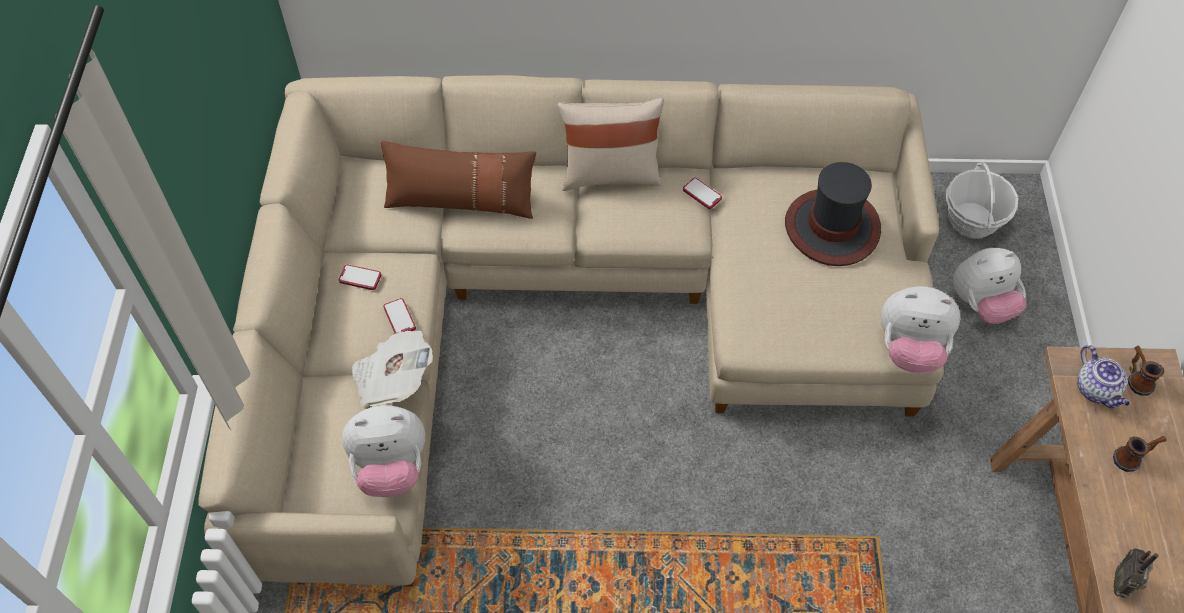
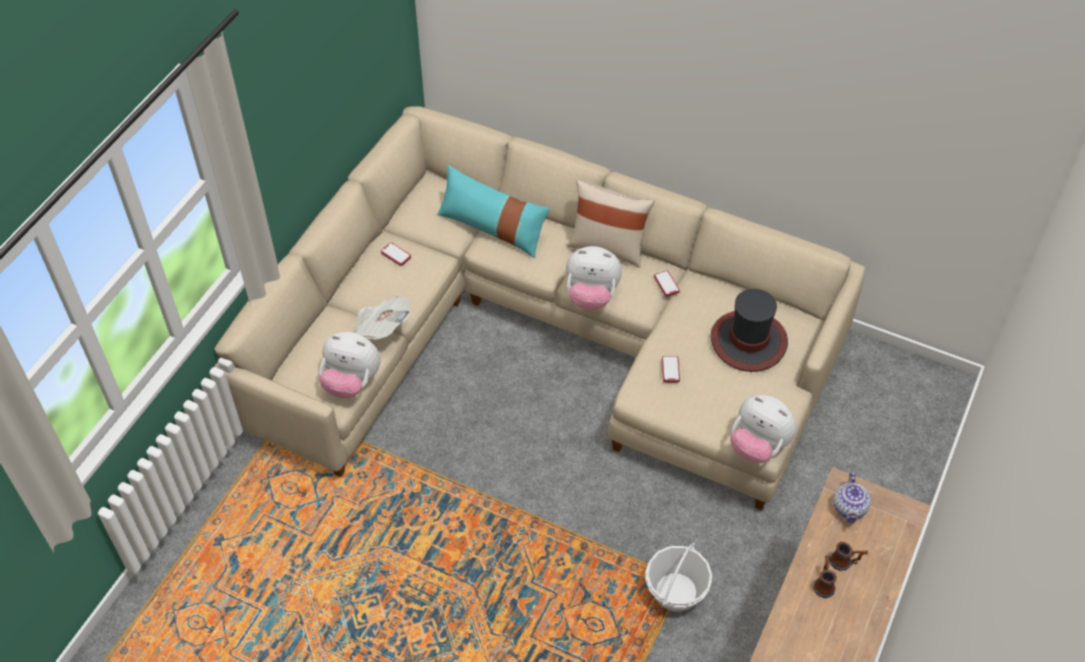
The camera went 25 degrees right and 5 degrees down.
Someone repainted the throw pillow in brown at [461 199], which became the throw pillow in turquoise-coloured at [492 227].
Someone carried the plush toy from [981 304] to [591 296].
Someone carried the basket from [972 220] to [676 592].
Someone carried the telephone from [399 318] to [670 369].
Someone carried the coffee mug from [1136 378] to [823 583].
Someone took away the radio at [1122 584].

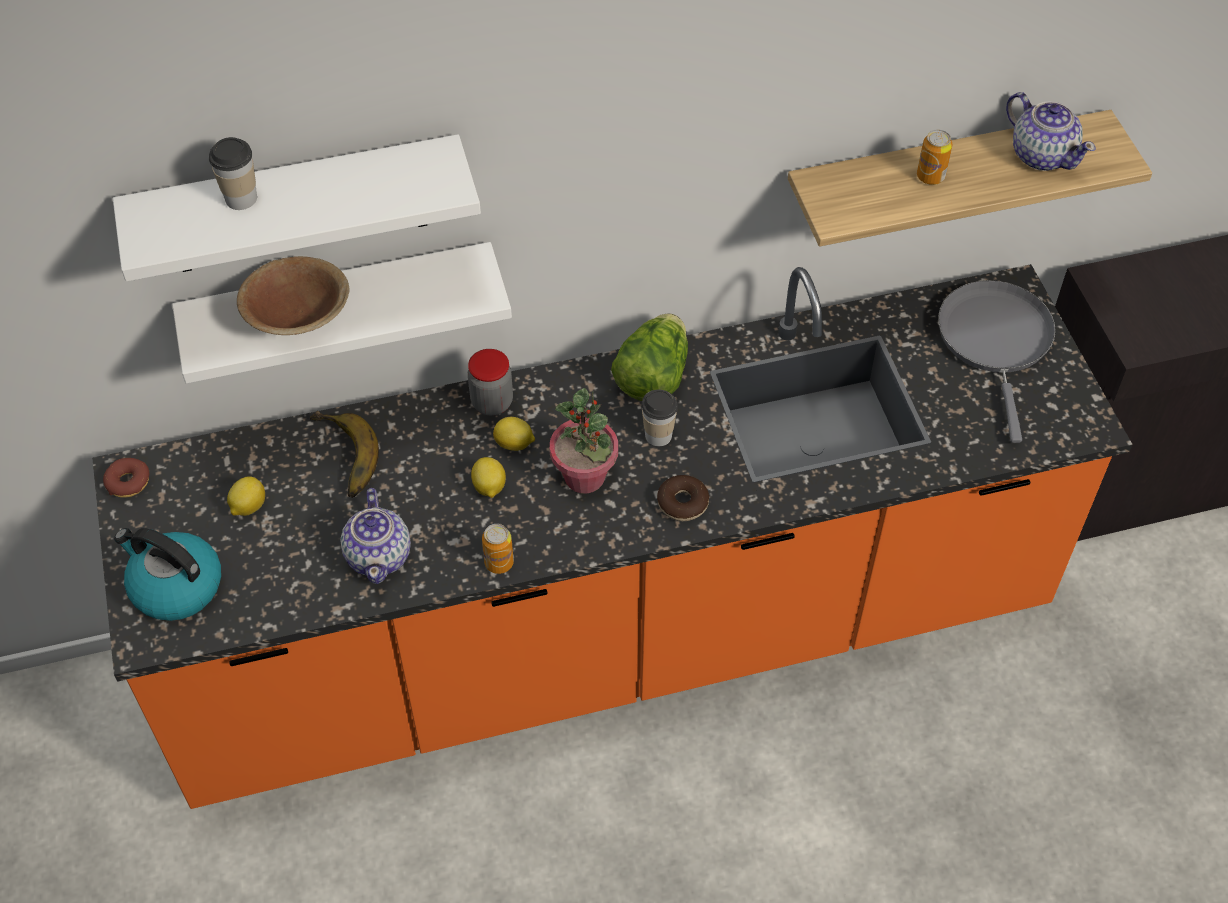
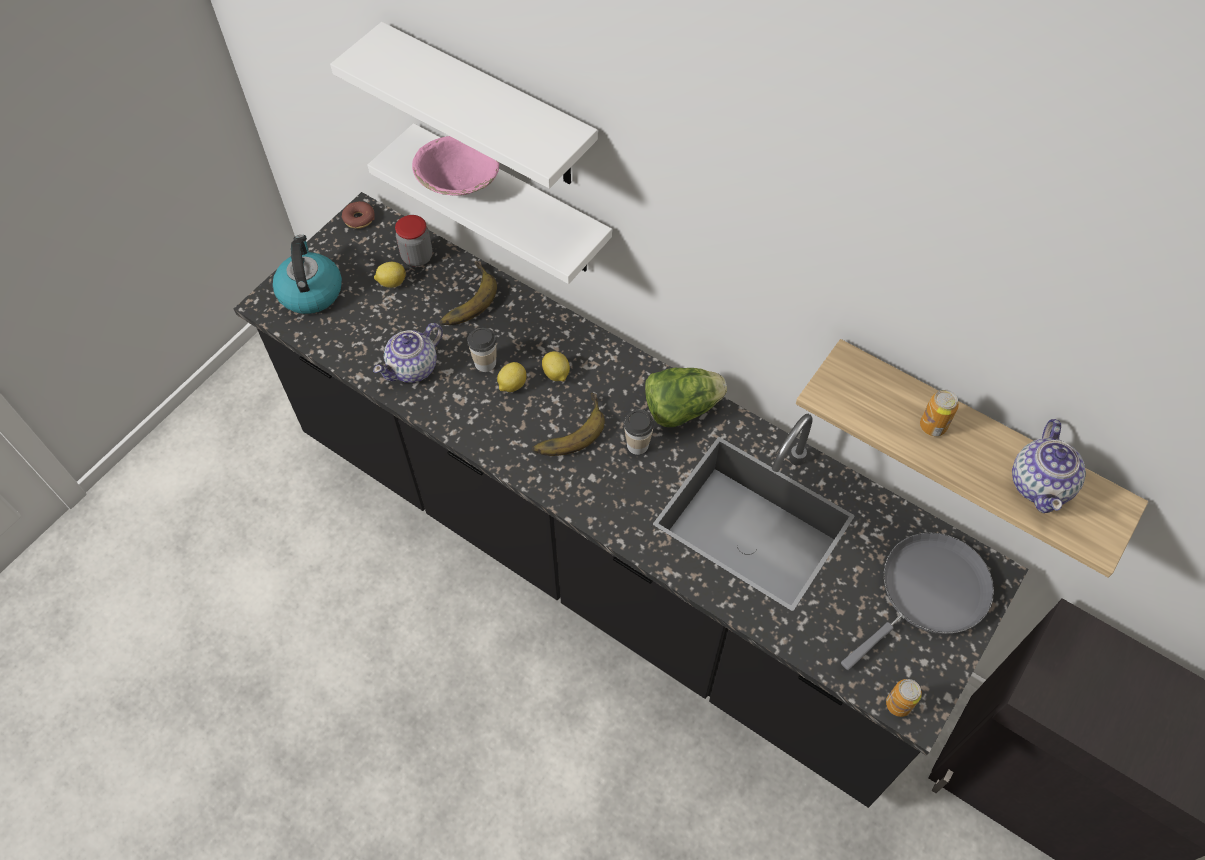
The camera went 50 degrees right and 5 degrees up.
Someone repainted the kitchen base unit in orangey at [614 640], which became the kitchen base unit in black-coloured at [602 558].
Someone carried the jar from [492 402] to [417 257].
Someone repainted the bowl in brown at [297 315], which became the bowl in pinkish at [458 182].
Someone carried the drinking cup from [241 198] to [485 363].
Someone swapped the potted plant at [585 477] for the banana fruit at [567 428].
Someone carried the sealed can from [499 563] to [898 704].
Someone took away the doughnut at [682 503].

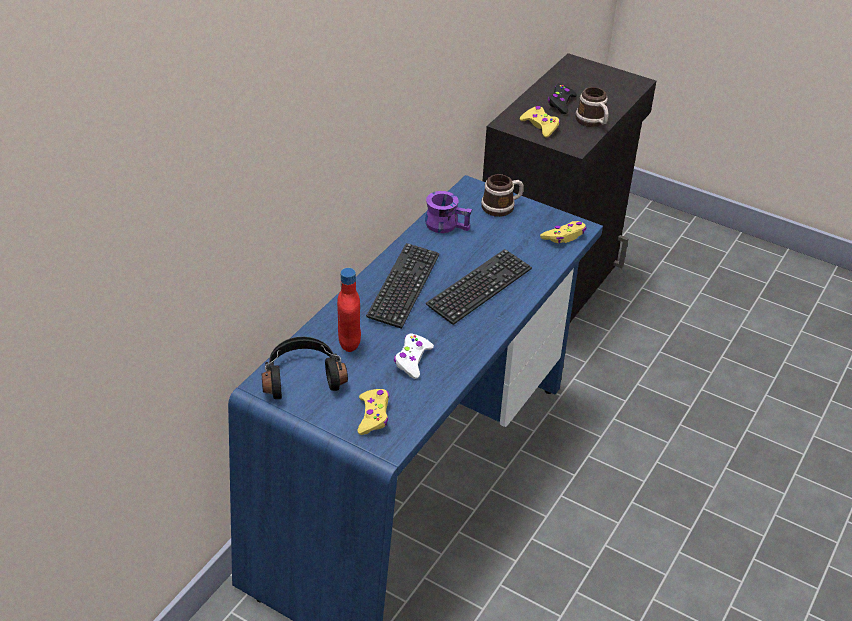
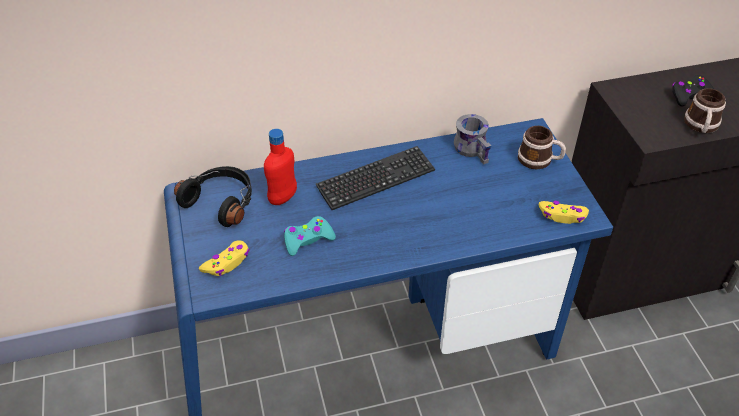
The camera went 45 degrees right and 5 degrees up.
Someone repainted the game controller in whitish at [412 360], which became the game controller in turquoise-coloured at [308 240].
Someone repainted the coffee mug in purple-coloured at [447 223], which became the coffee mug in greyish at [474 149].
Someone took away the computer keyboard at [479 288].
Someone took away the game controller in yellowish at [540 126].

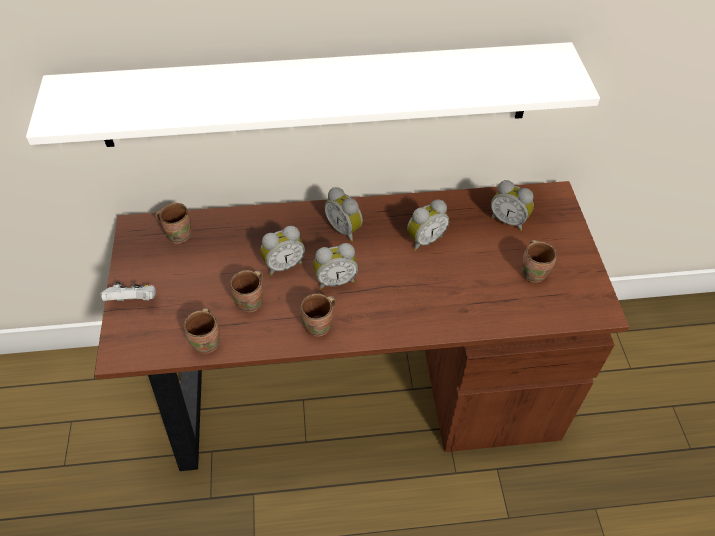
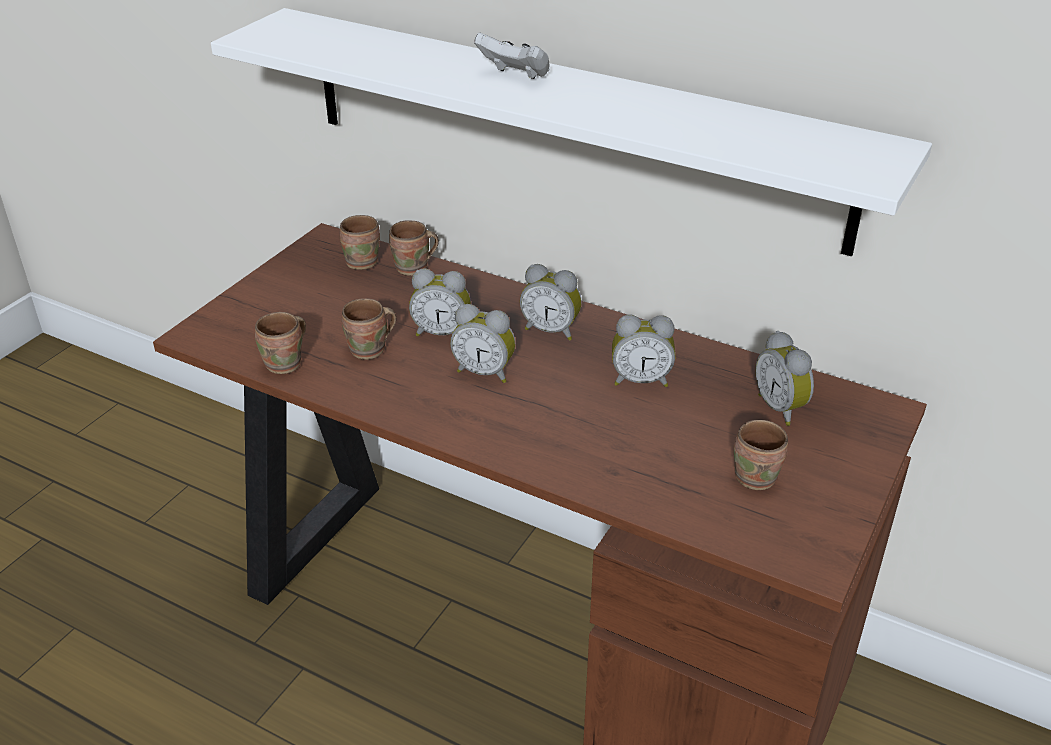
The camera went 35 degrees right and 15 degrees down.
Someone carried the coffee mug in brown from [320 326] to [413 269].
Someone carried the game controller in whitish from [134 301] to [515 75].
Someone rotated the table clock at [345 229] by 60 degrees counterclockwise.

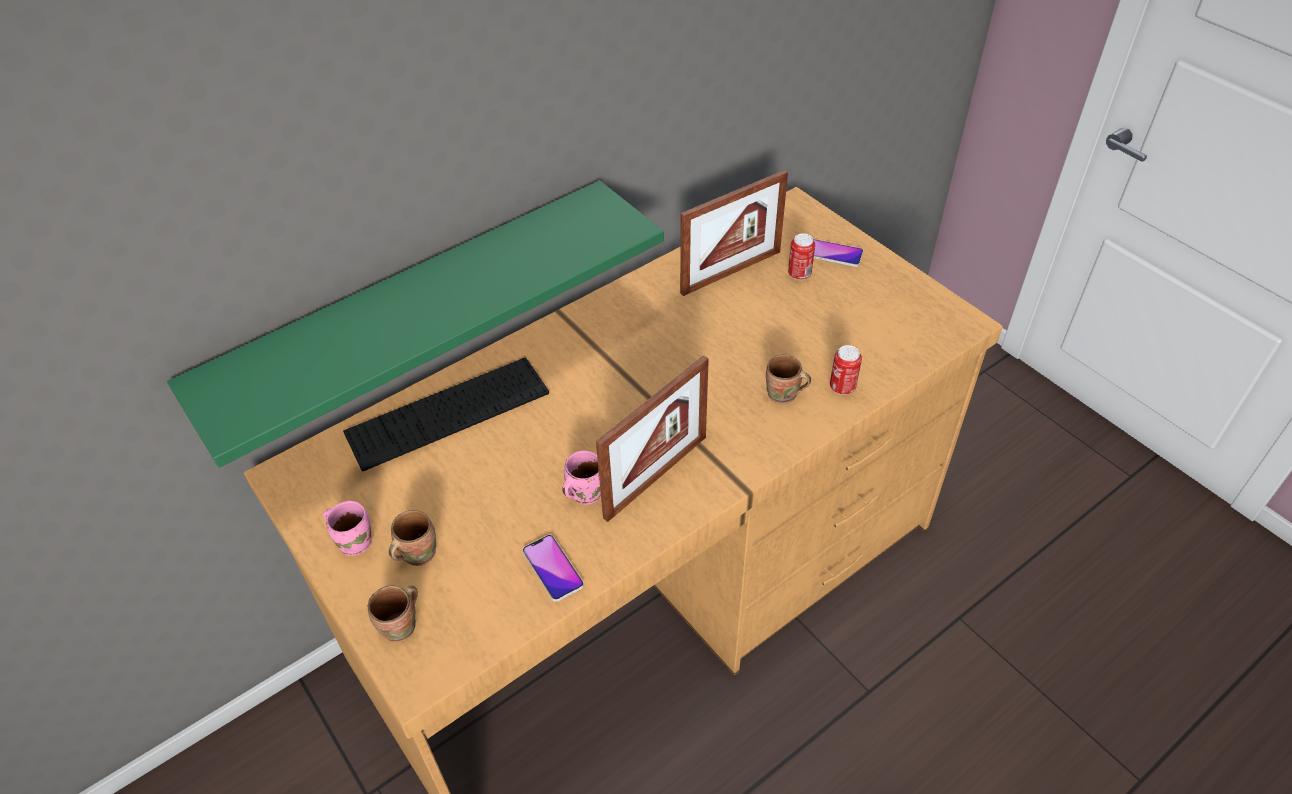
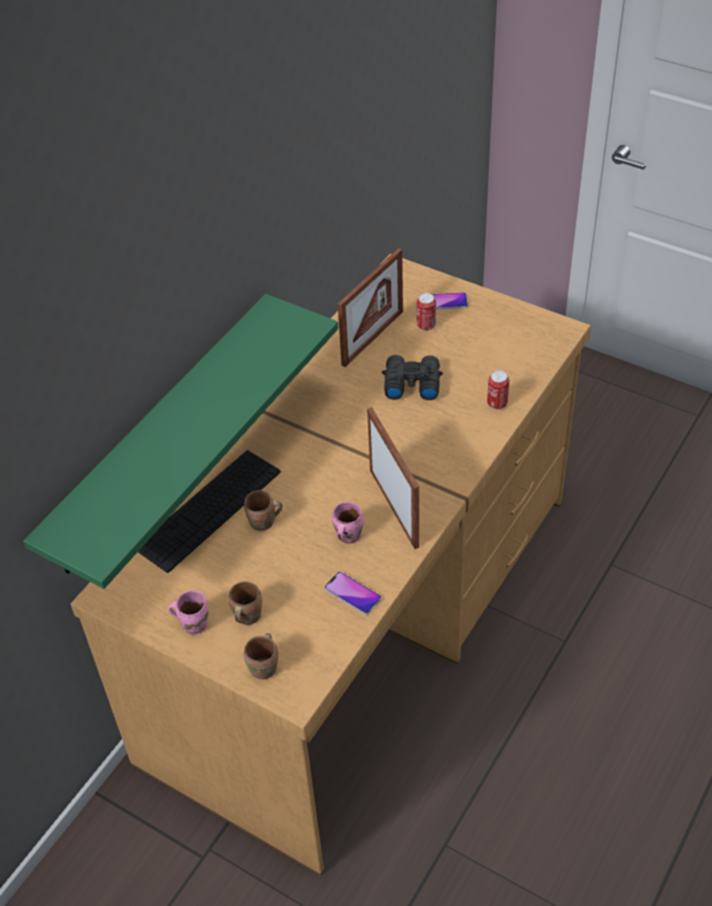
The camera went 20 degrees left and 0 degrees up.
Someone carried the coffee mug in brown from [783 396] to [263 523].
Someone rotated the picture frame at [656 476] by 45 degrees counterclockwise.
Someone put down the pair of binoculars in black-coloured at [411 383].

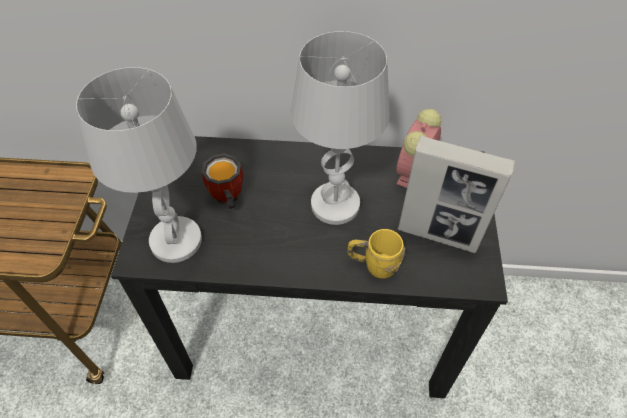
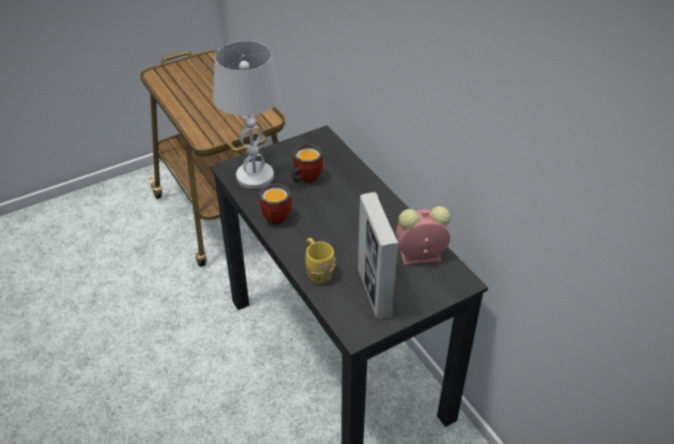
The camera went 55 degrees right and 10 degrees down.
Someone put down the coffee mug at [275 216].
Someone took away the table lamp in whitish at [335 205].

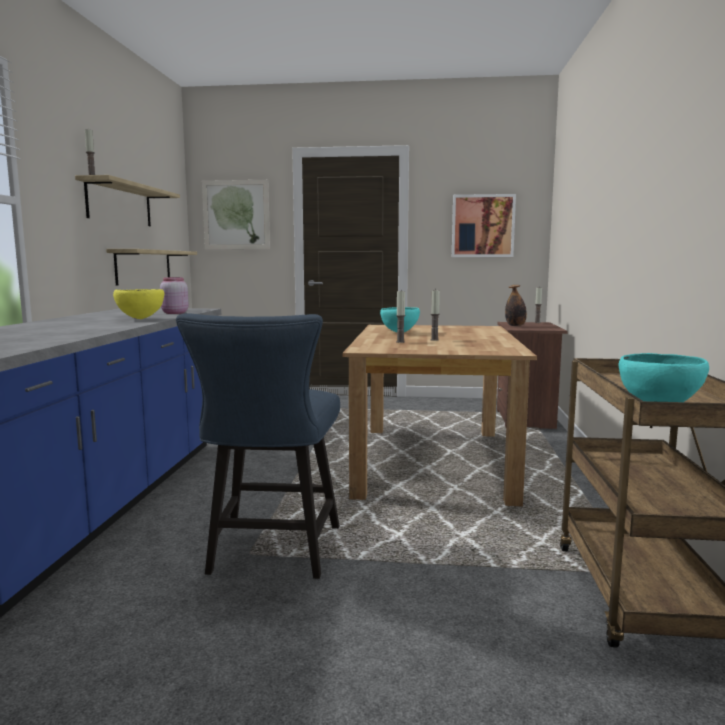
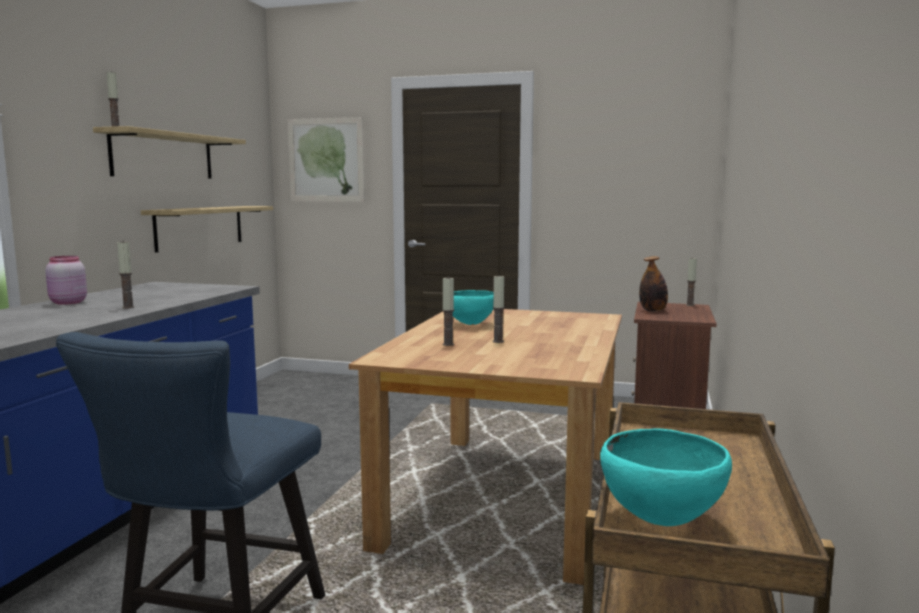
The camera went 10 degrees right and 0 degrees up.
Someone carried the jar in pinkish from [174 313] to [67 303].
Someone swapped the bowl in yellowish at [141 319] for the wax light at [128 307].
Someone took away the wall picture at [483 226].

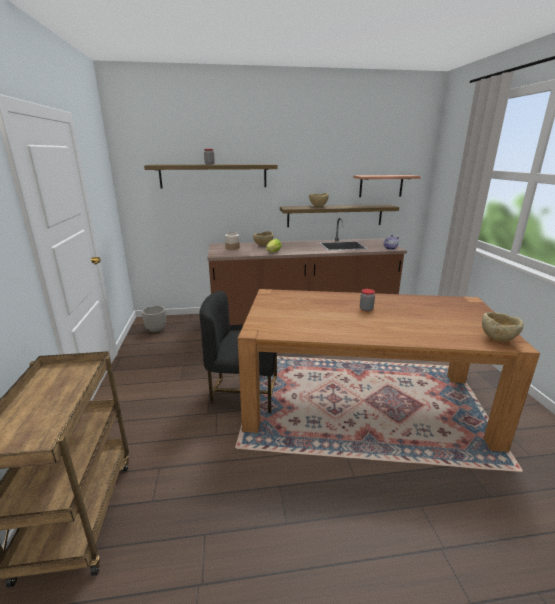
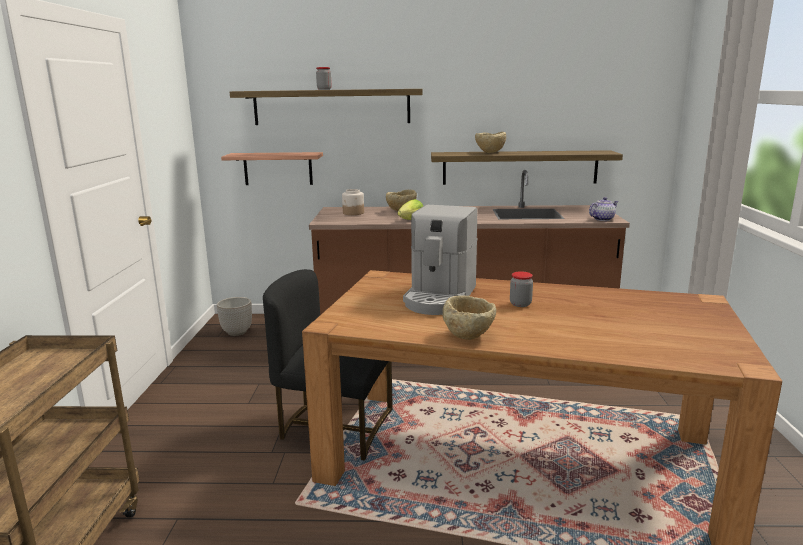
The camera went 10 degrees right and 5 degrees down.
Someone carried the wall shelf from [381 186] to [278 168].
Someone put down the coffee brewer at [440 298].
Someone carried the bowl in beige from [497 338] to [469 336].

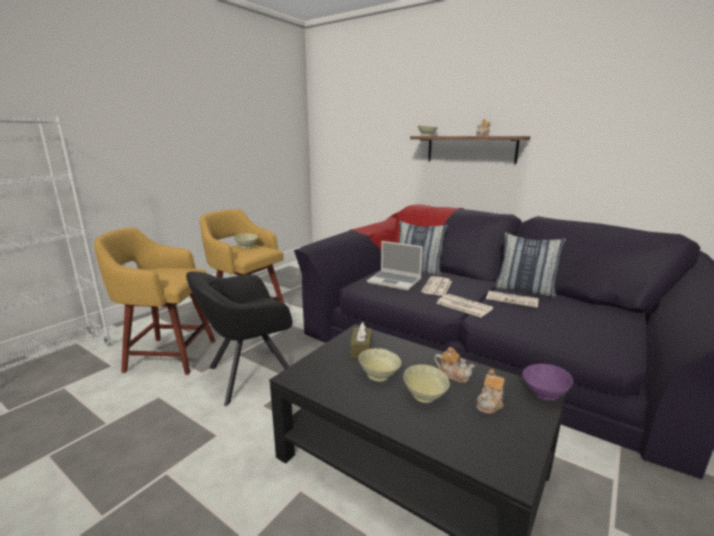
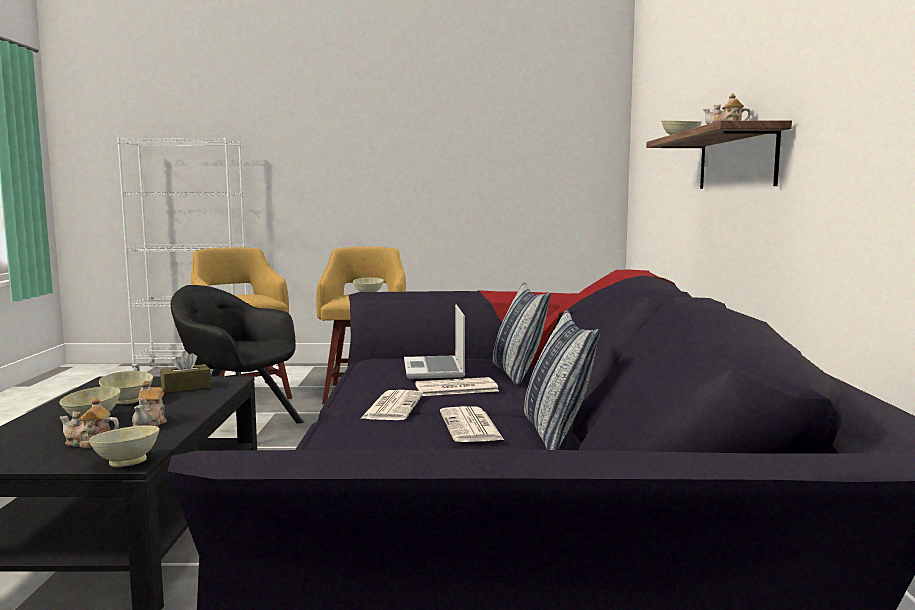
The camera went 55 degrees right and 10 degrees down.
Someone repainted the bowl in purple-coloured at [543 394], which became the bowl in beige at [127 462].

